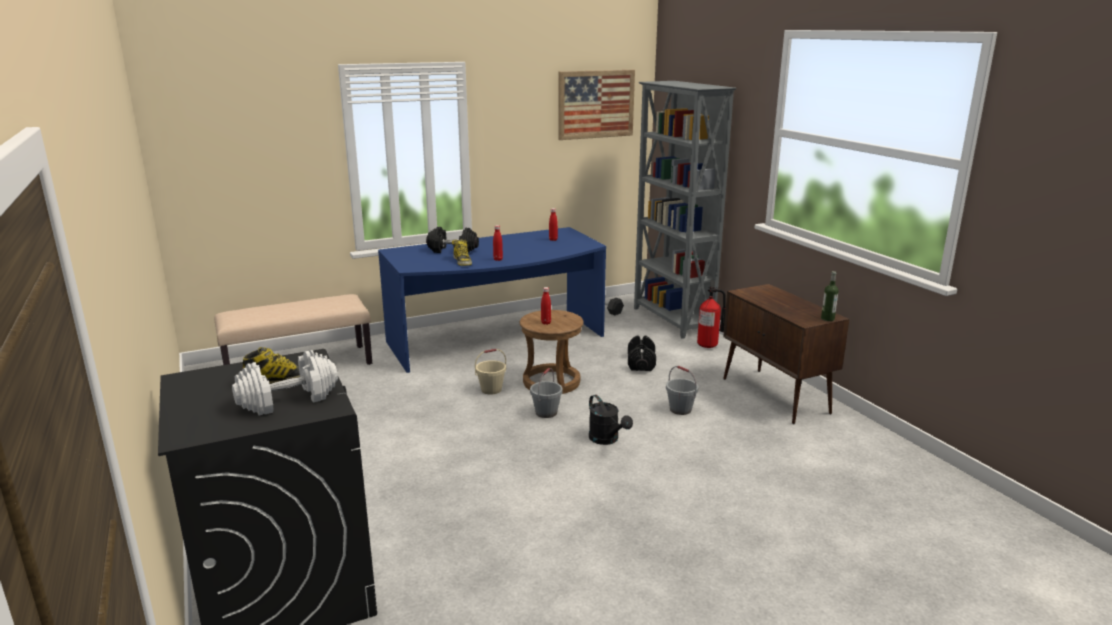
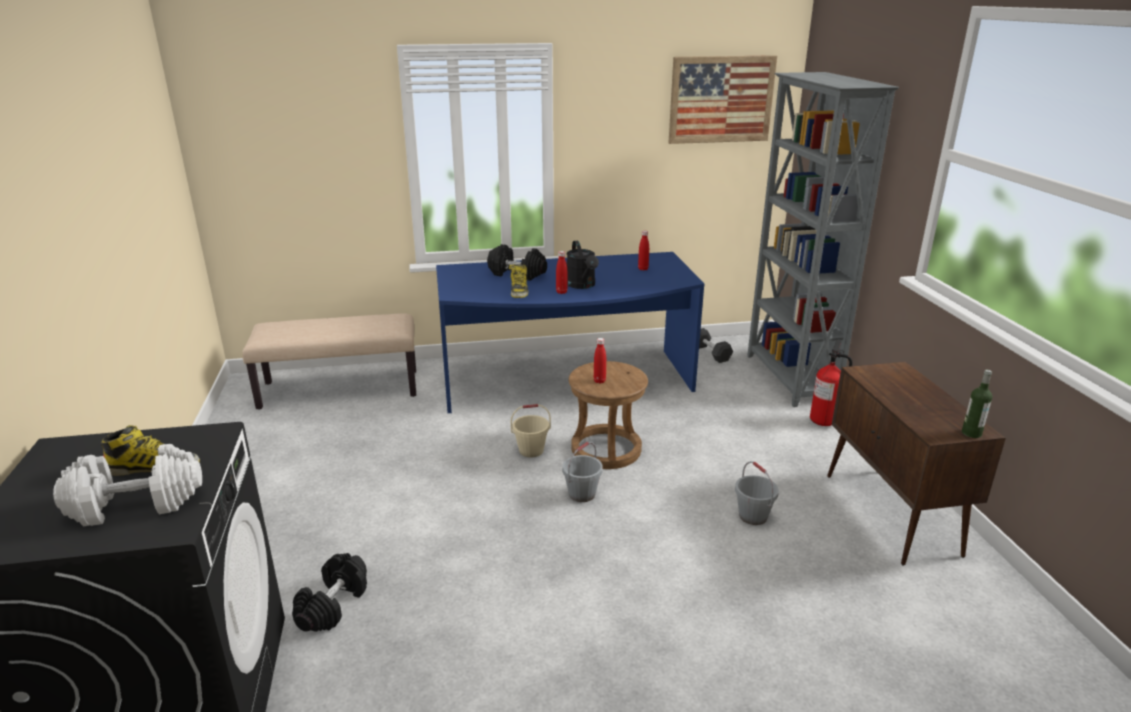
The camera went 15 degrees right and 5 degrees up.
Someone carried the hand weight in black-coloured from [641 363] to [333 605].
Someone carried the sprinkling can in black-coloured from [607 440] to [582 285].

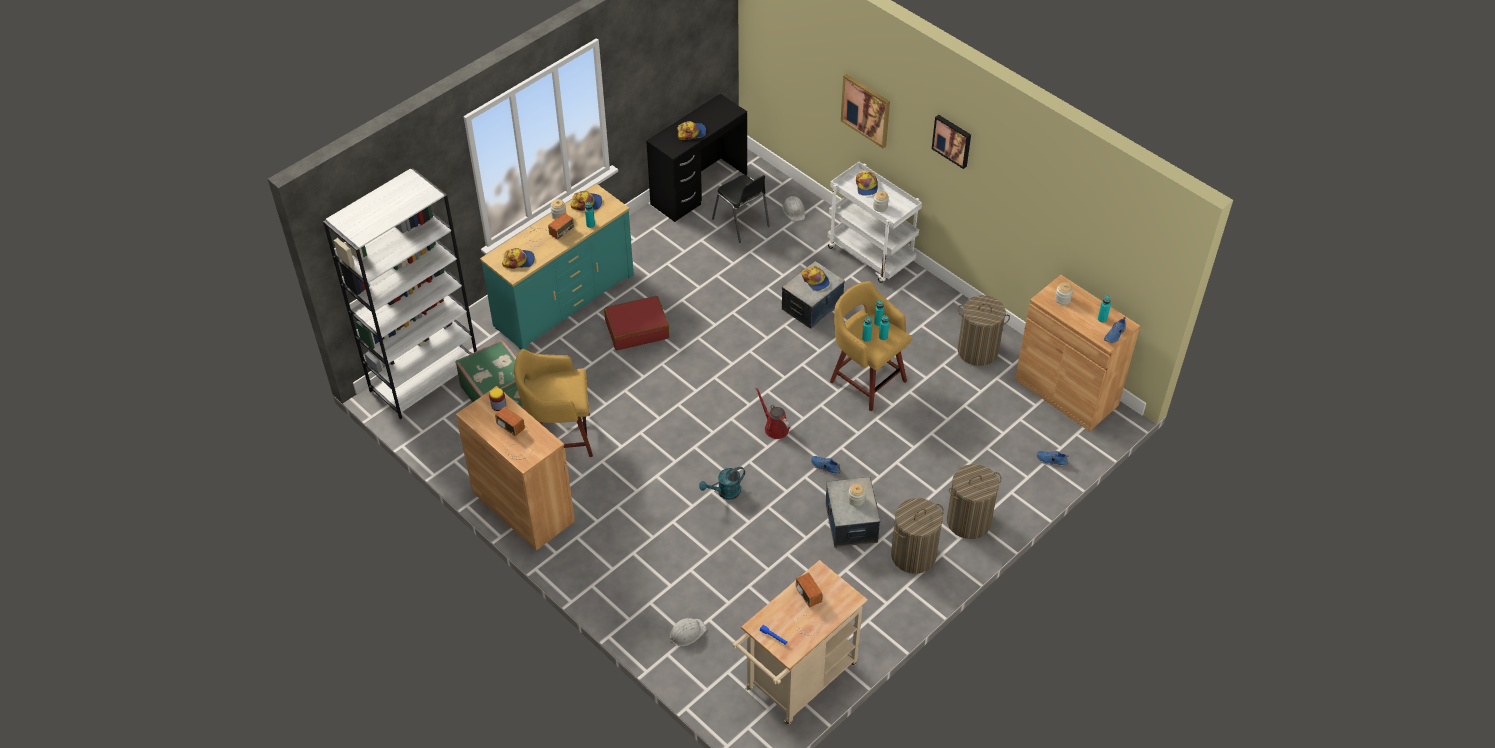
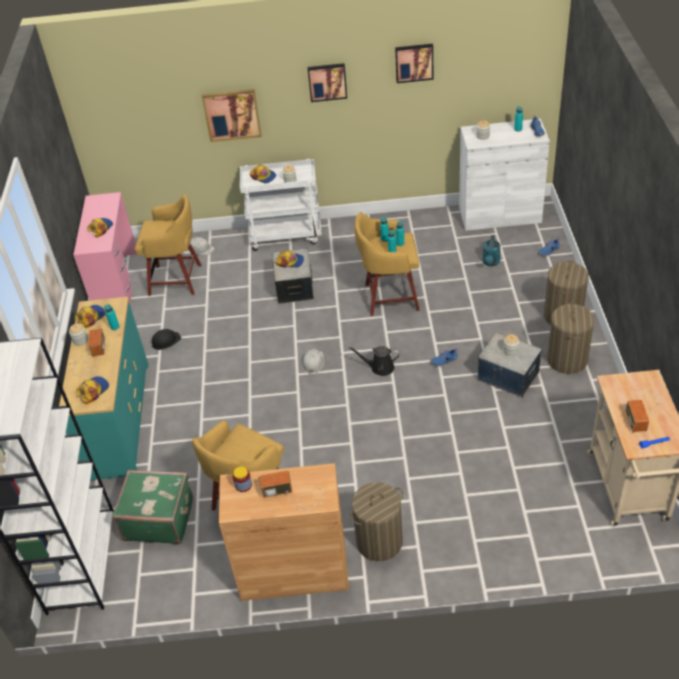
The camera went 45 degrees left and 5 degrees down.
Someone repainted the desk unit in black-coloured at [699 189], which became the desk unit in pinkish at [117 284].
Someone swapped the chair in black-coloured at [741 223] for the stool in yellowish at [177 280].
Someone put down the safety helmet in black-coloured at [165 341].
Someone carried the safety helmet in whitish from [687 633] to [313 362].
Someone repainted the sprinkling can in red-coloured at [774 427], which became the sprinkling can in black-coloured at [380 368].
Someone carried the washing basket from [977 351] to [379 542].
Someone put up the wall picture at [414 62].
Someone repainted the cabinet in brown at [1066 392], which became the cabinet in whitish at [499 215].
Someone carried the sprinkling can in turquoise-coloured from [725 492] to [491 263].
Someone rotated the radio at [806 610] by 105 degrees counterclockwise.
Someone took away the travel case in red-coloured at [637 329].

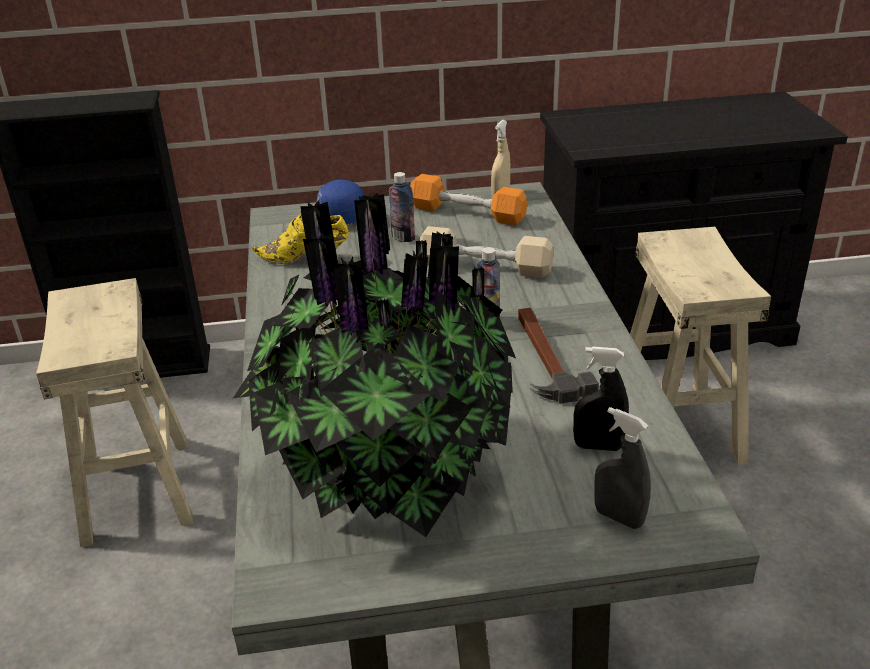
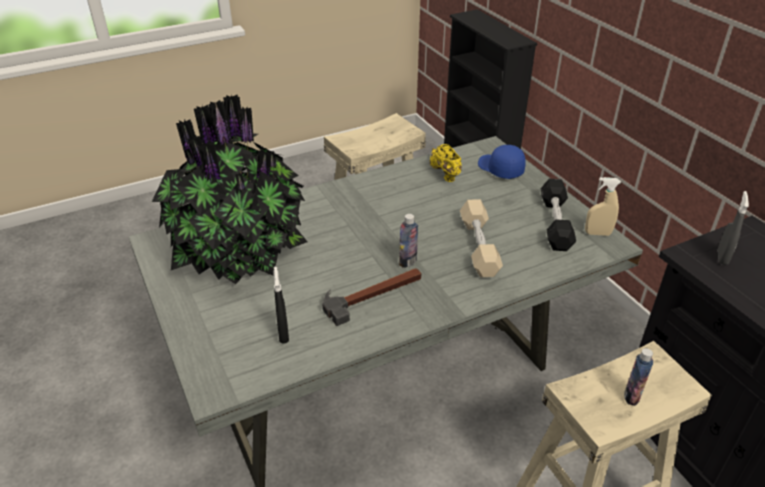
The camera went 70 degrees right and 5 degrees up.
Someone repainted the hand weight in orangey at [467 213], which became the hand weight in black-coloured at [555 223].
Someone carried the drink bottle from [403 237] to [631 396].
Someone carried the hand sprayer in greyish from [618 517] to [722 257].

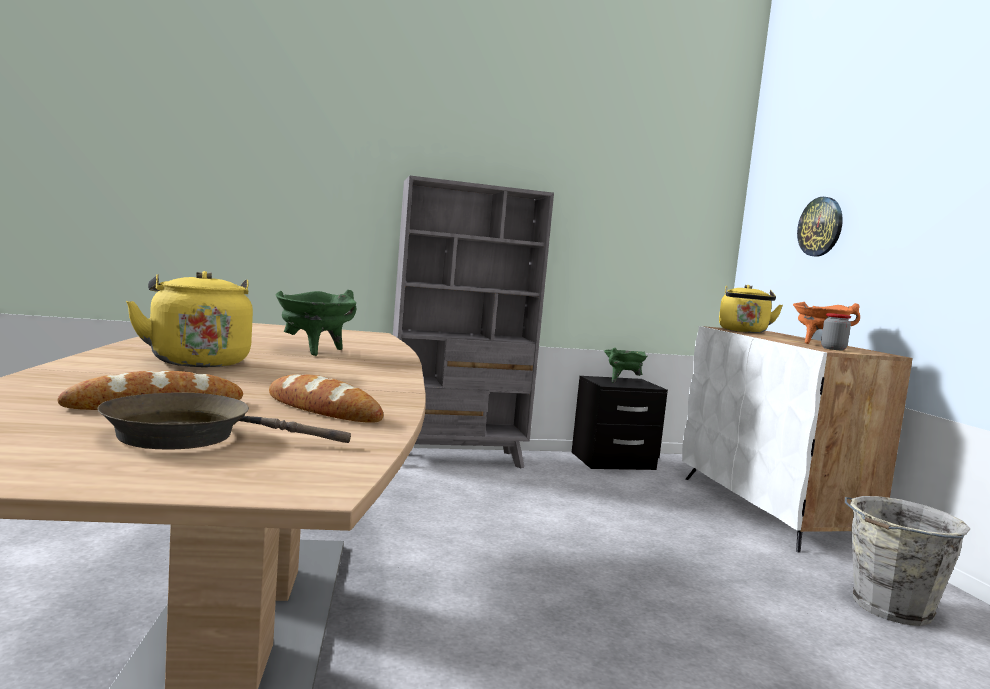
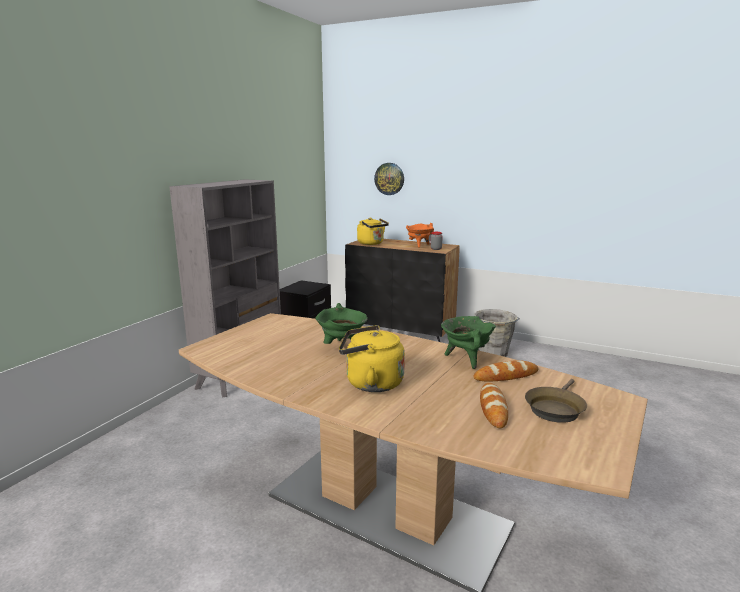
The camera went 50 degrees left and 10 degrees up.
Someone repainted the cabinet in whitish at [769 511], which became the cabinet in black-coloured at [401 331].
Someone carried the cooking pot in green-coloured from [622 381] to [466 359].

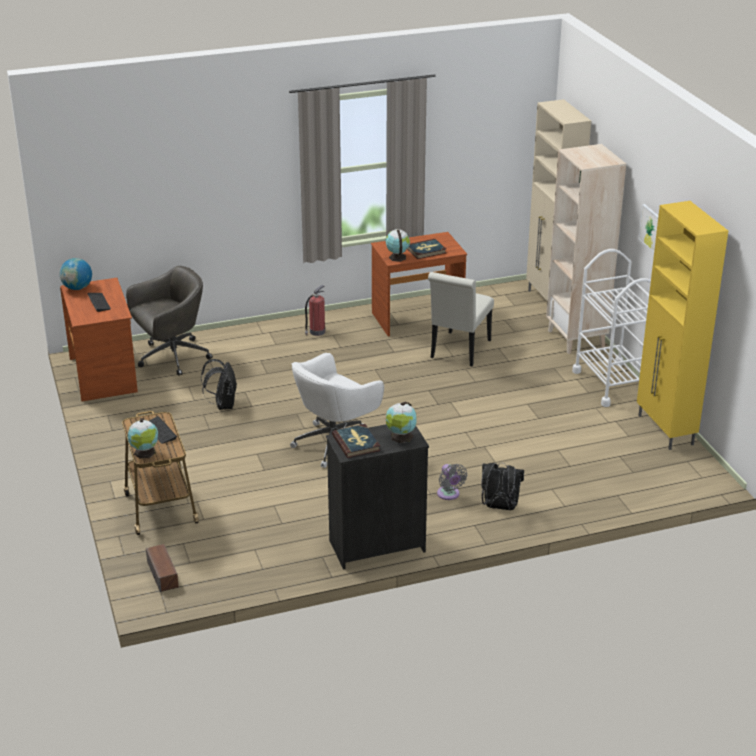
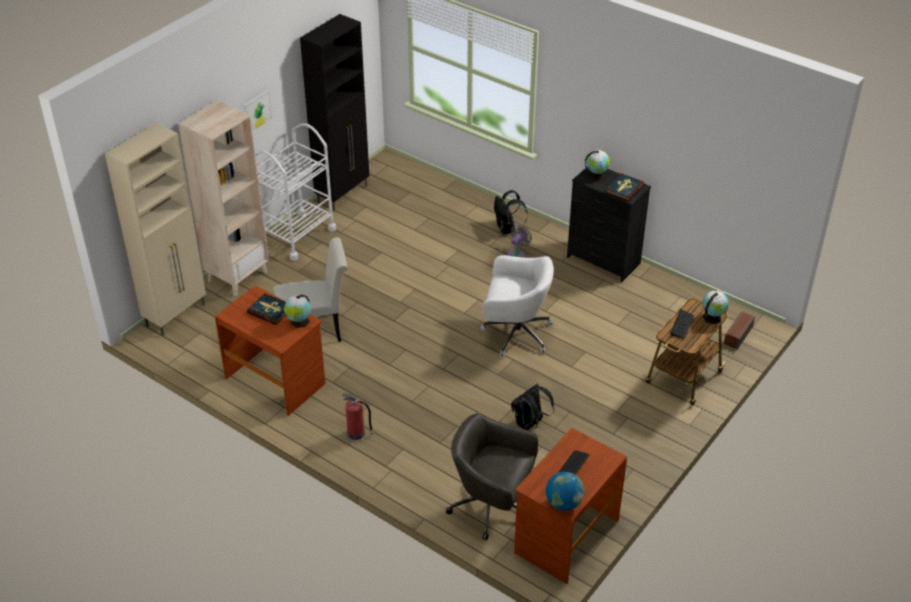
The camera went 125 degrees left and 10 degrees up.
Someone repainted the cabinet in yellowish at [665 430], which became the cabinet in black-coloured at [343 194].

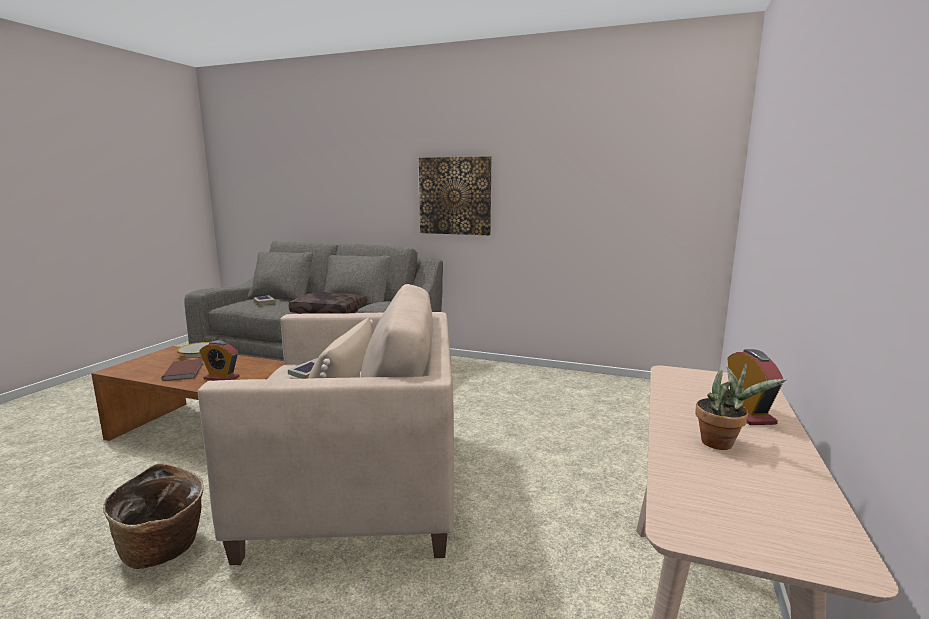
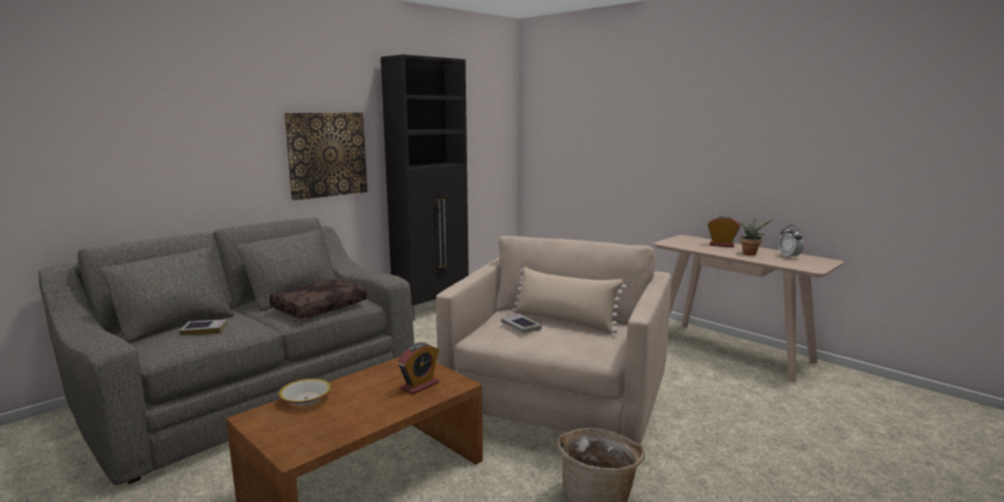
The camera went 65 degrees left and 0 degrees up.
Someone put down the cabinet in black-coloured at [432 309].
Someone put down the table clock at [789 257].
Someone took away the book in brown at [185 371].

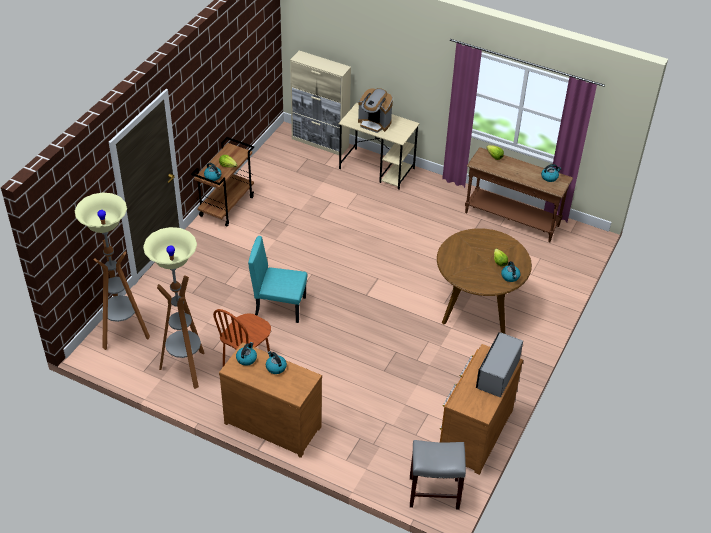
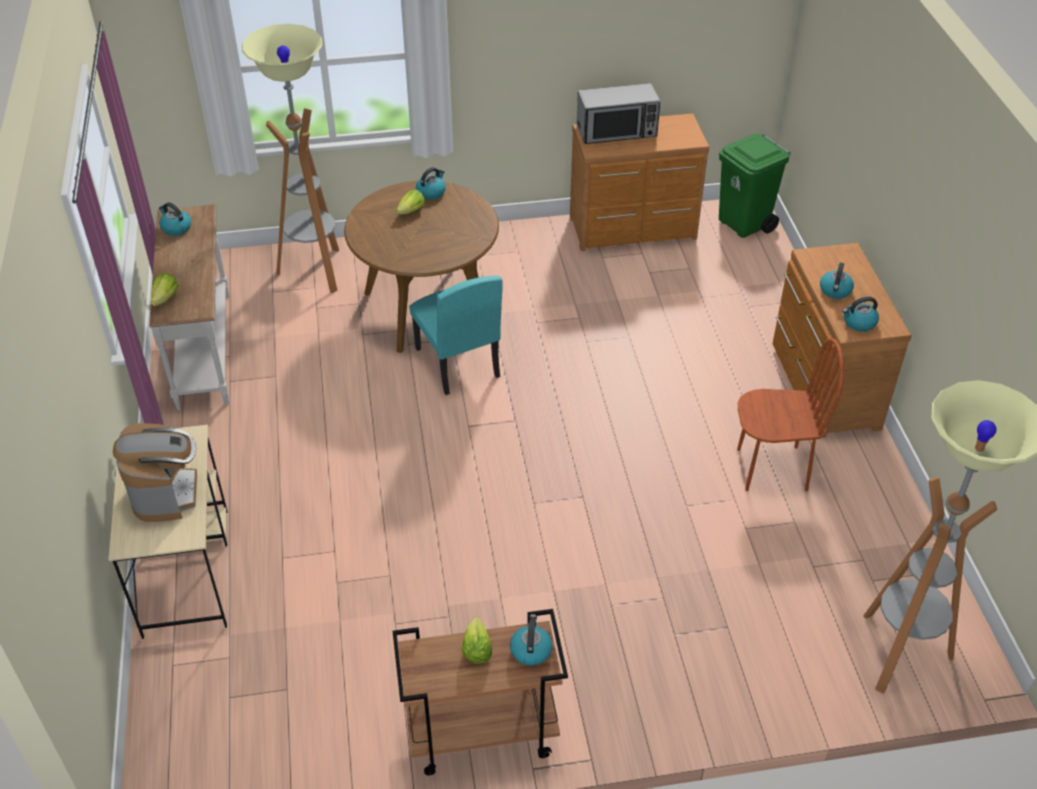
The camera went 125 degrees left and 0 degrees up.
Someone repainted the narrow table in brown at [511 220], which became the narrow table in whitish at [206 350].
Someone carried the standing lamp from [186 369] to [315 271].
Someone carried the chair in turquoise-coloured from [280 306] to [456 362].
Someone swapped the stool in greyish at [433 493] for the waste bin in green-coloured at [744 224].
Someone took away the cabinet in beige at [320 142].

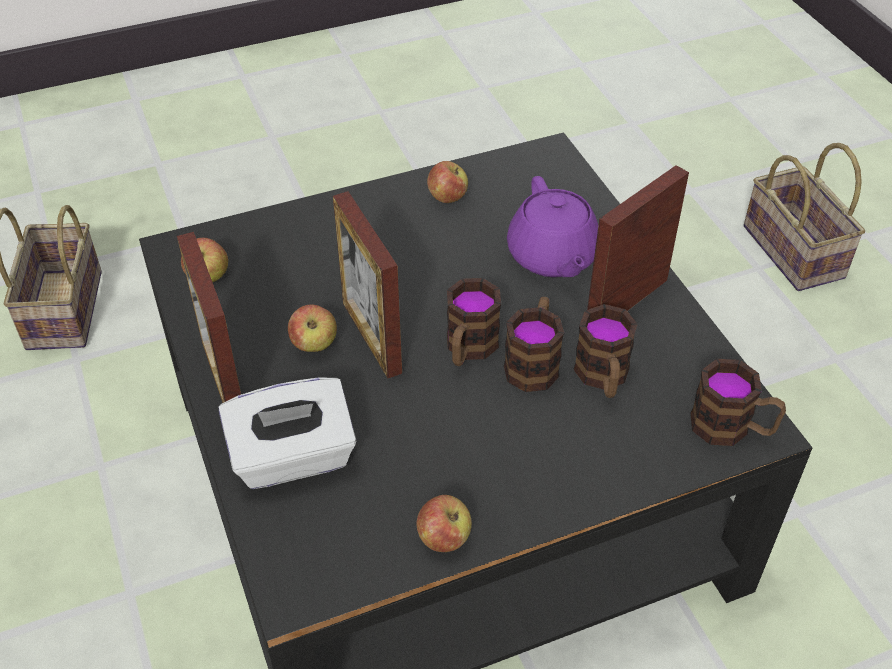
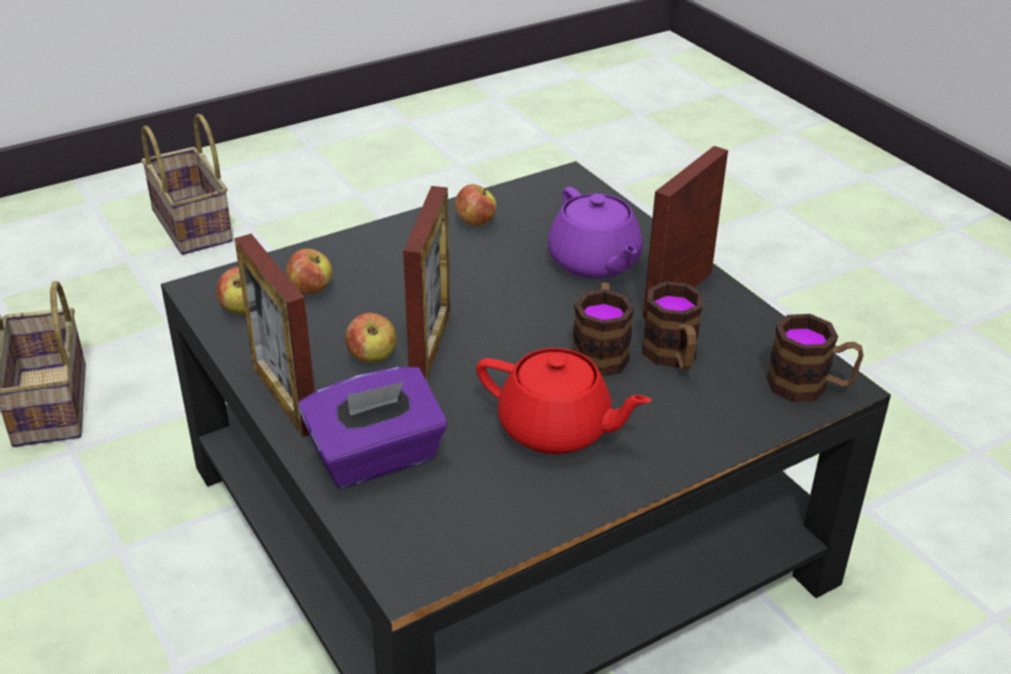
The camera went 10 degrees left and 10 degrees down.
Someone carried the basket from [796 253] to [195 226].
Someone carried the apple from [444 538] to [311 290].
Someone repainted the tissue holder in whitish at [293 458], which became the tissue holder in purple-coloured at [376 457].
Someone rotated the picture frame at [371 337] by 135 degrees counterclockwise.
Someone put down the teapot in red-coloured at [556 429].
Someone took away the coffee mug at [468 349].

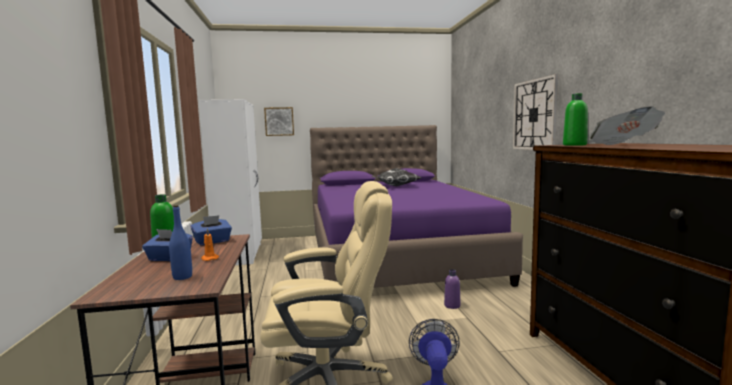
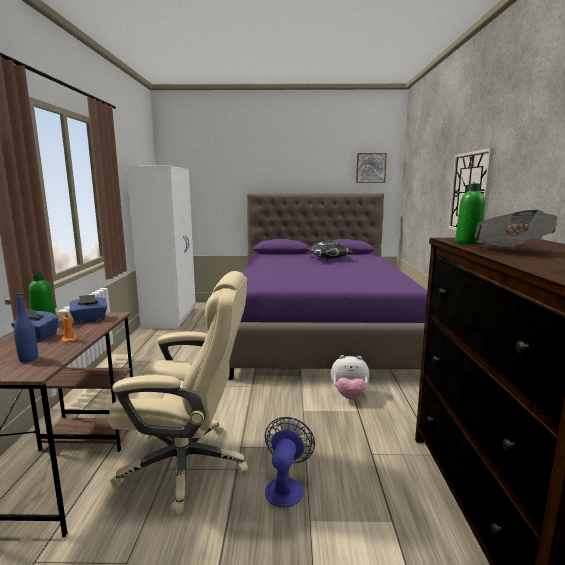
The camera went 10 degrees right and 5 degrees up.
Someone swapped the drink bottle in purple-coloured at [452 305] for the plush toy at [349 396].
Someone carried the wall picture from [279 121] to [370 168].

